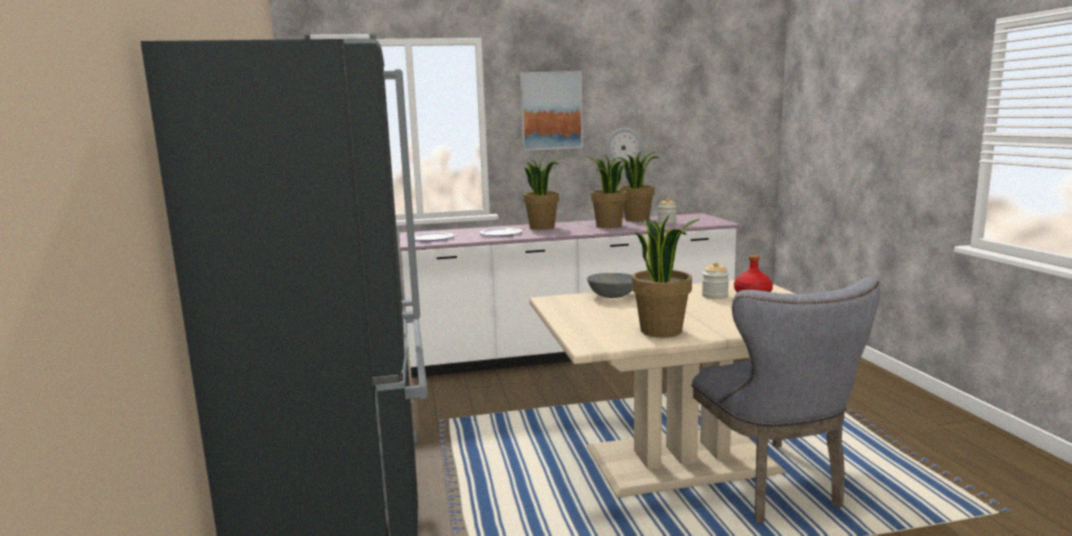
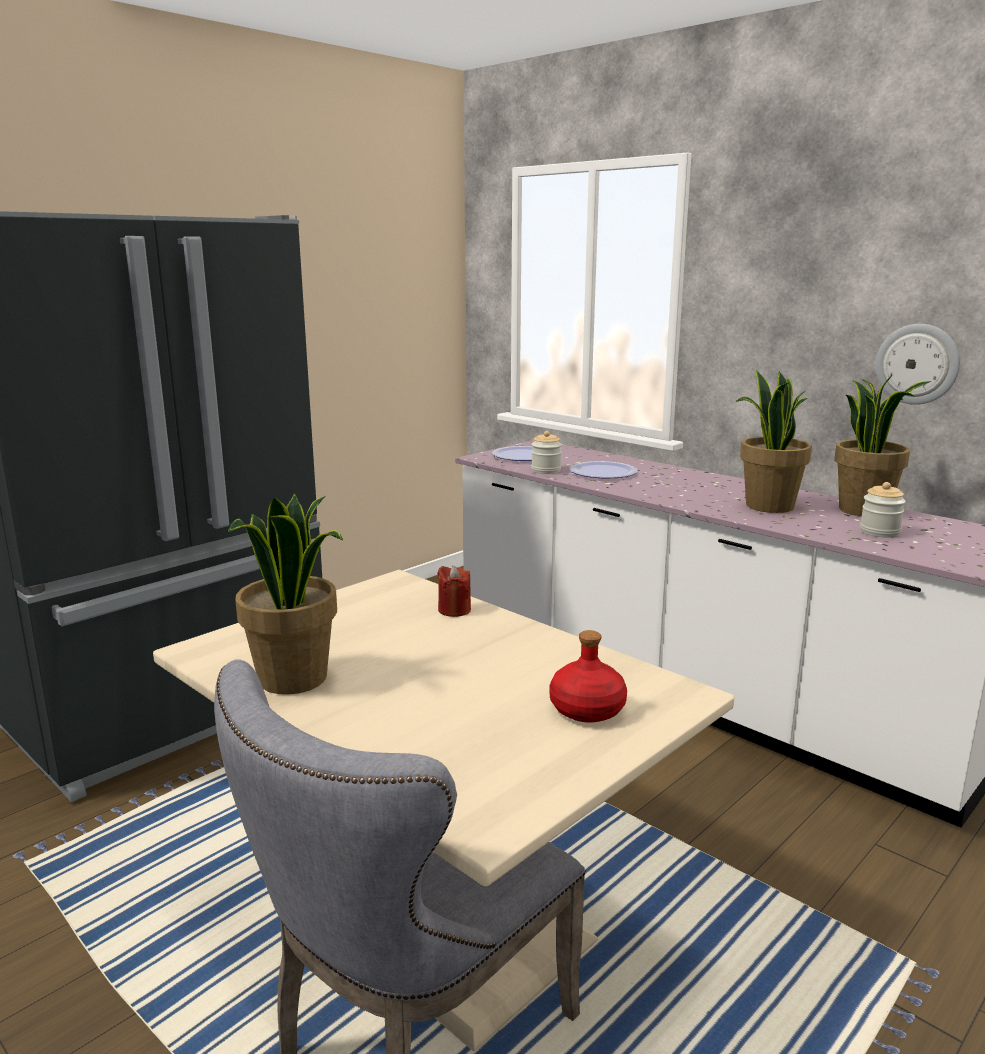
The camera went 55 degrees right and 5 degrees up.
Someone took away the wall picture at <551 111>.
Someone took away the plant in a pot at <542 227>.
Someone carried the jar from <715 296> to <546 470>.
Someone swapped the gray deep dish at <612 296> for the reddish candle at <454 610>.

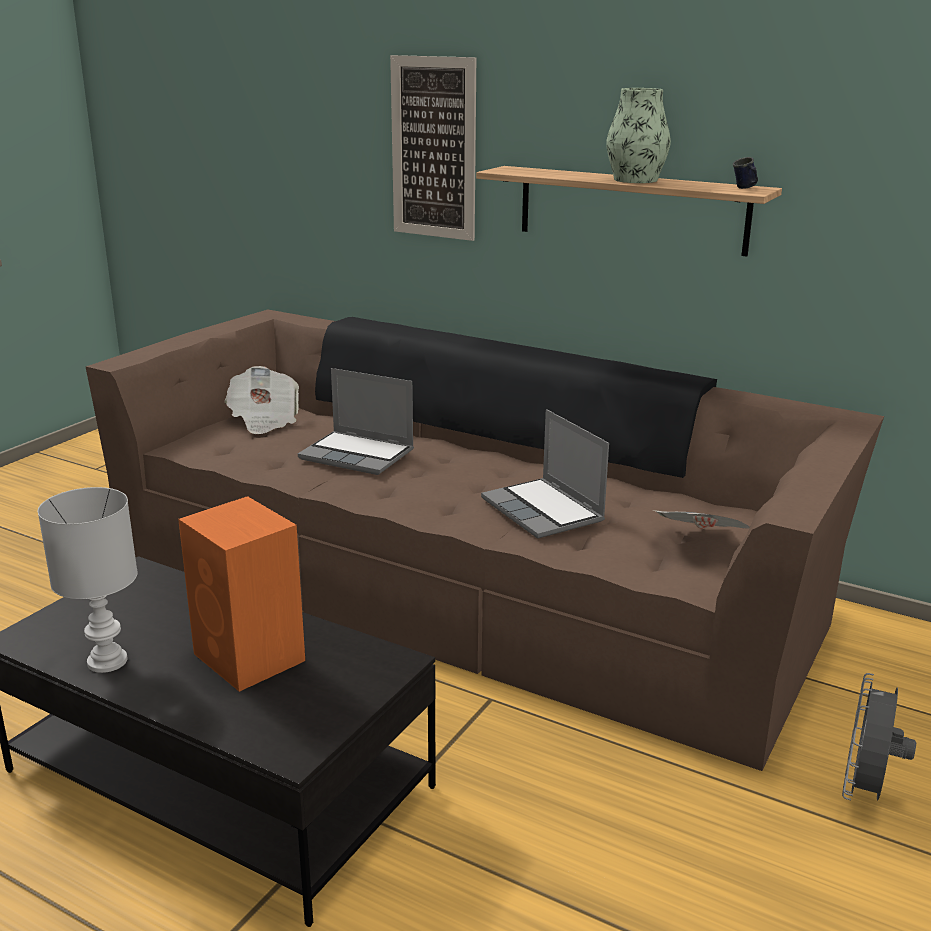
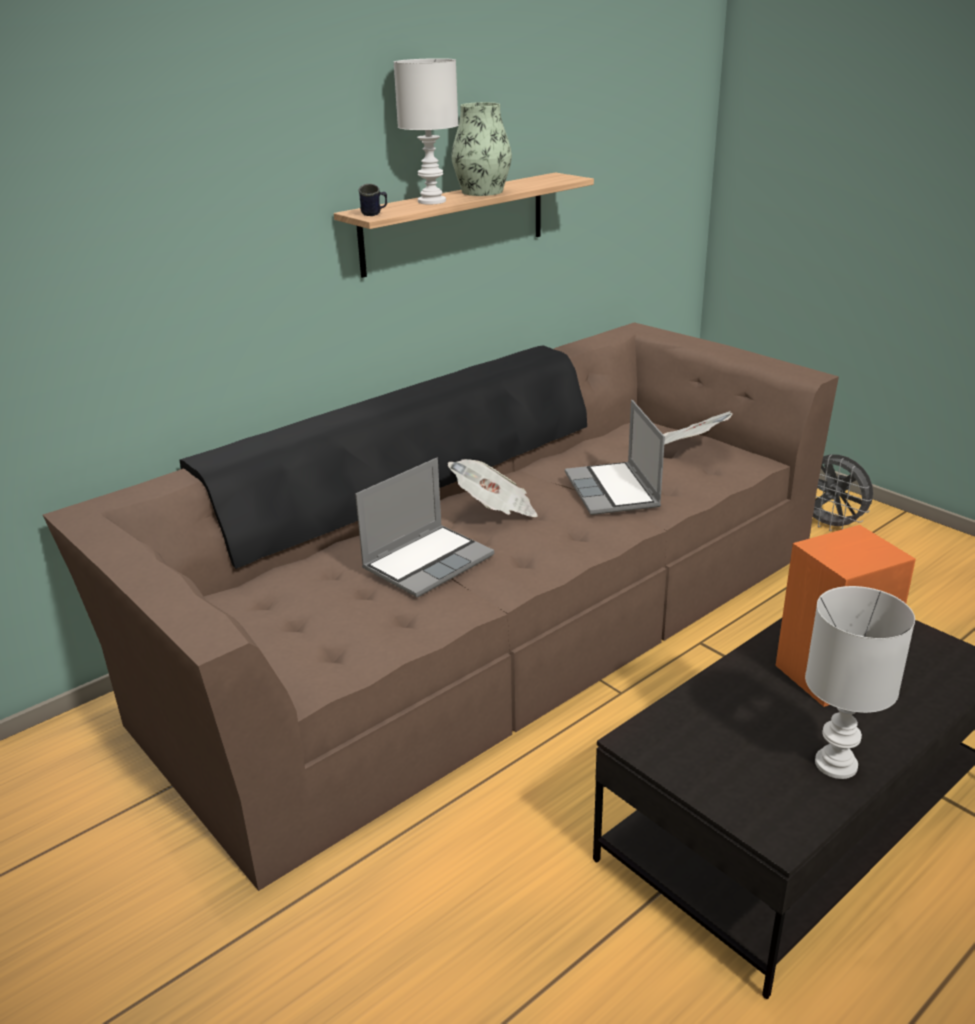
The camera went 70 degrees left and 5 degrees up.
Someone took away the wall picture at <433 148>.
Someone put down the white lamp for a table at <431 201>.
Someone carried the daily paper from <264 420> to <495 509>.
Someone carried the bluish mug from <745 188> to <374 215>.
Someone rotated the portable computer at <544 511> by 90 degrees clockwise.

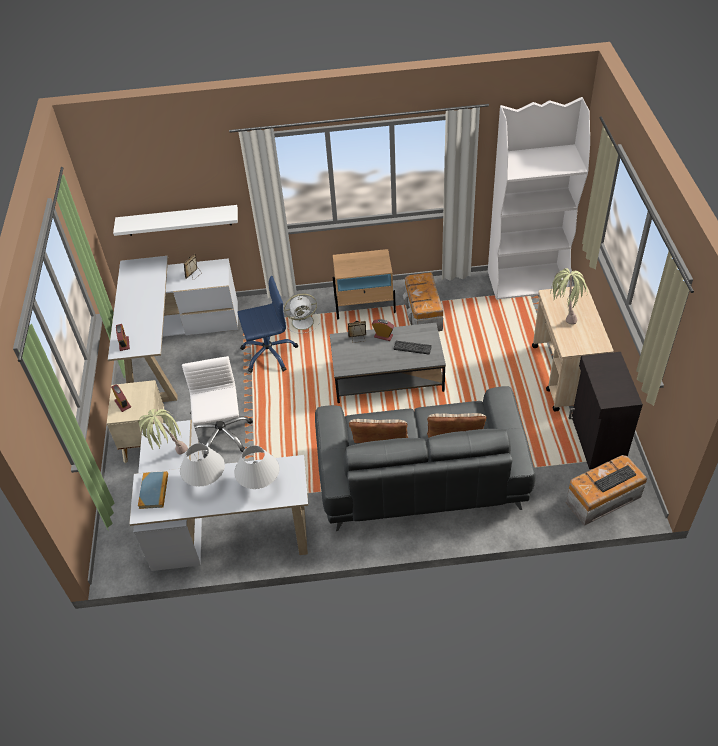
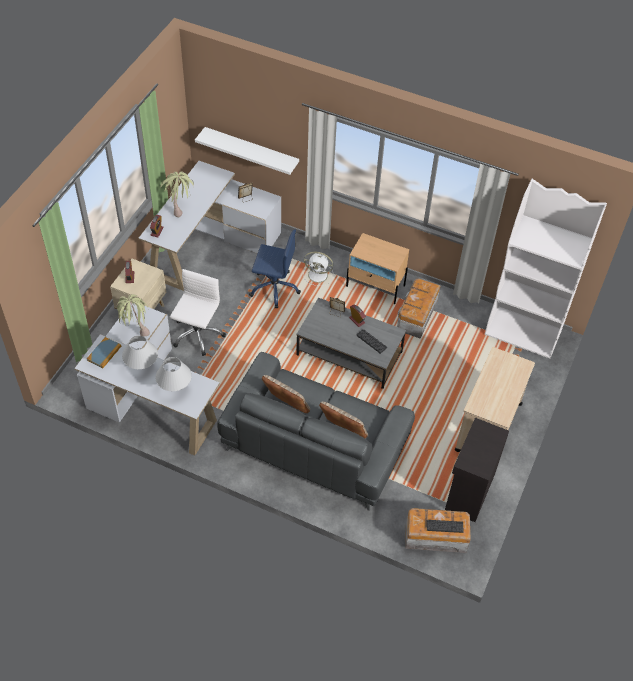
The camera went 25 degrees right and 5 degrees up.
Someone carried the plant in a pot from <563 314> to <180 207>.

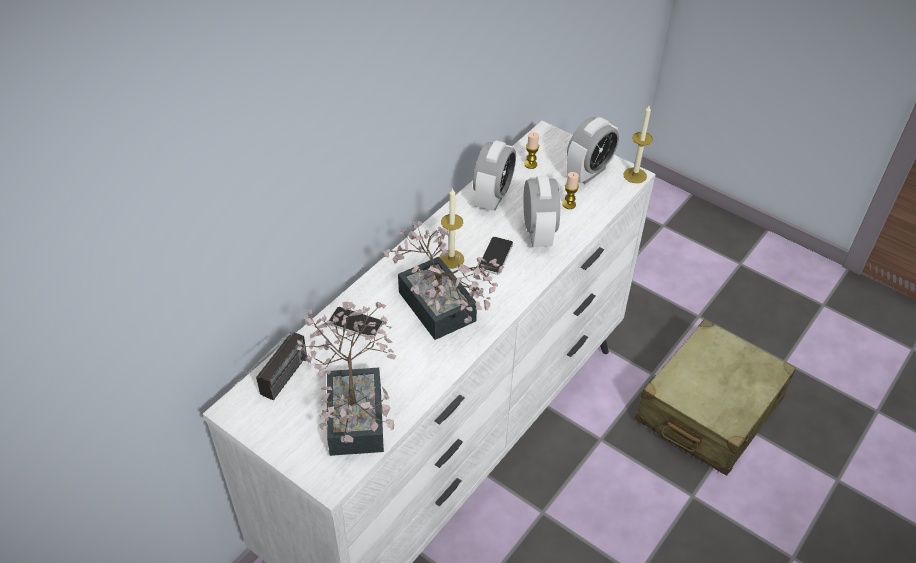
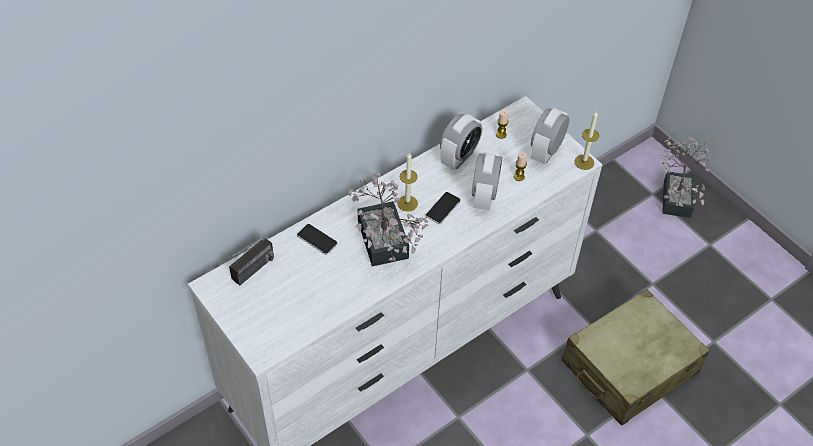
The camera went 15 degrees right and 5 degrees up.
Someone carried the plant in a pot from <356 410> to <677 194>.
Someone rotated the alarm clock at <588 172> by 150 degrees clockwise.

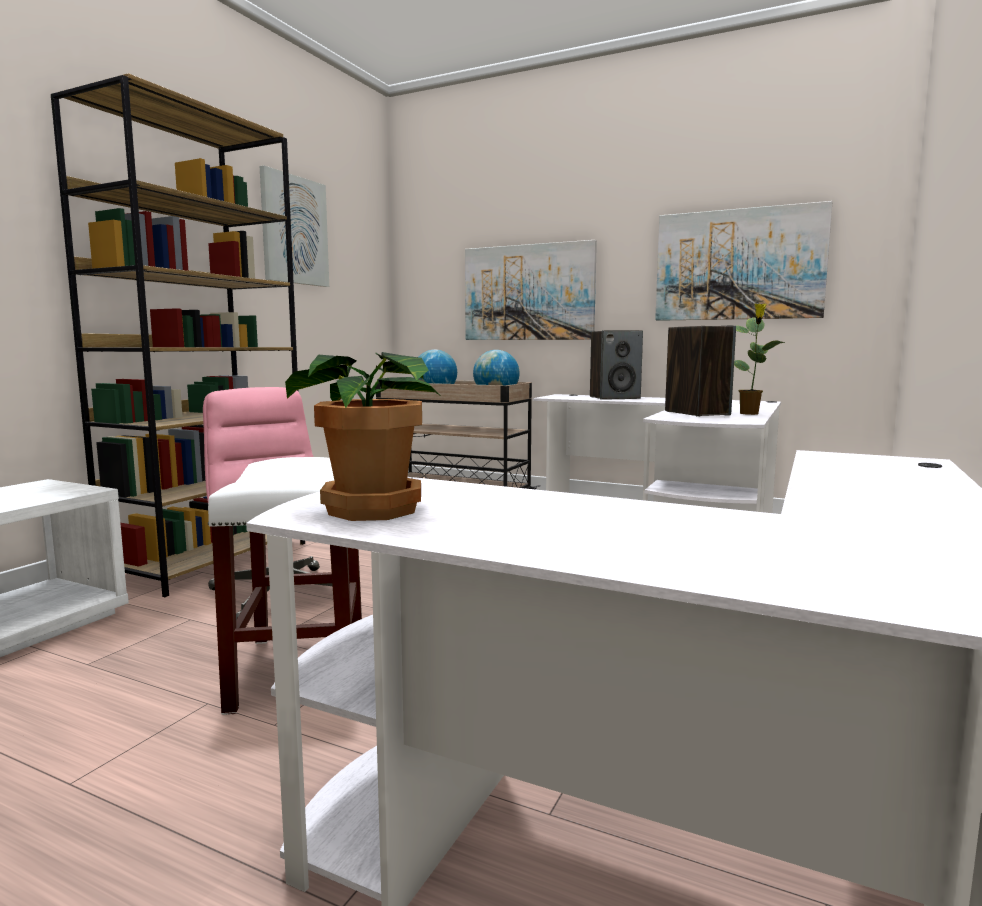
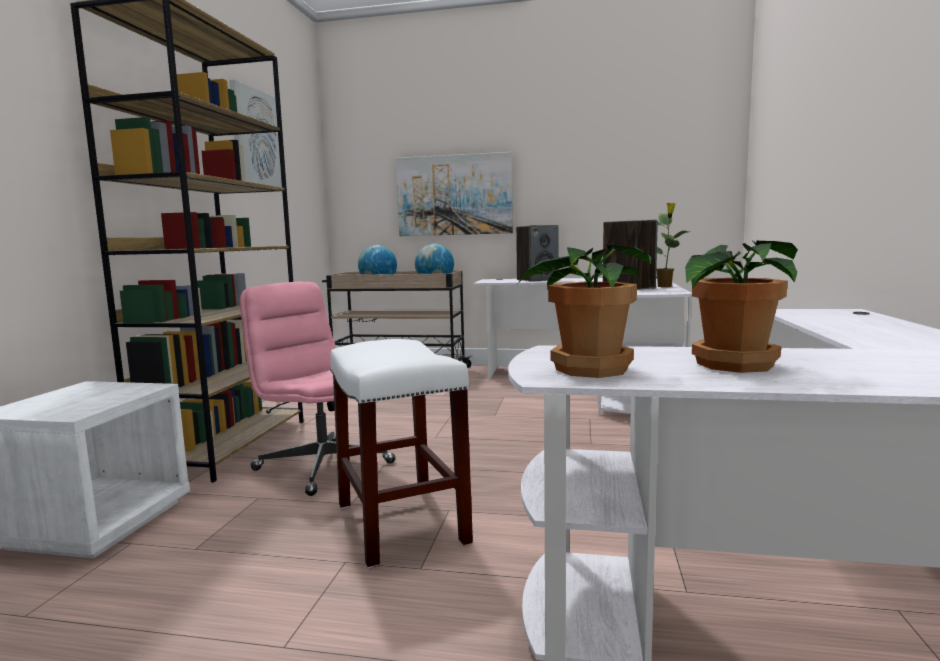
The camera went 15 degrees left and 0 degrees up.
Someone took away the wall picture at <738 265>.
Someone put down the plant in a pot at <731 364>.

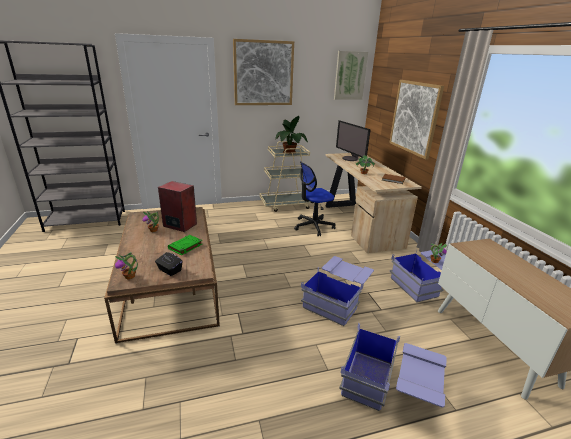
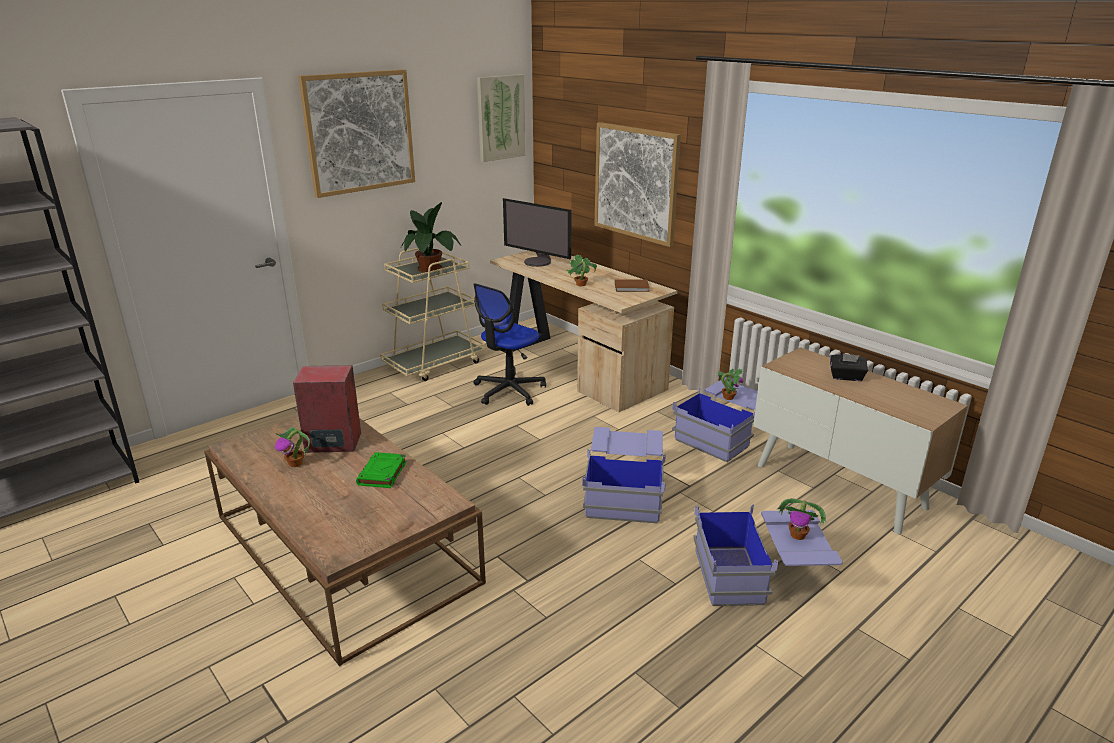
The camera went 25 degrees left and 0 degrees up.
Someone carried the plant in a pot from <130 276> to <798 535>.
Someone carried the black tissue box from <169 270> to <846 377>.

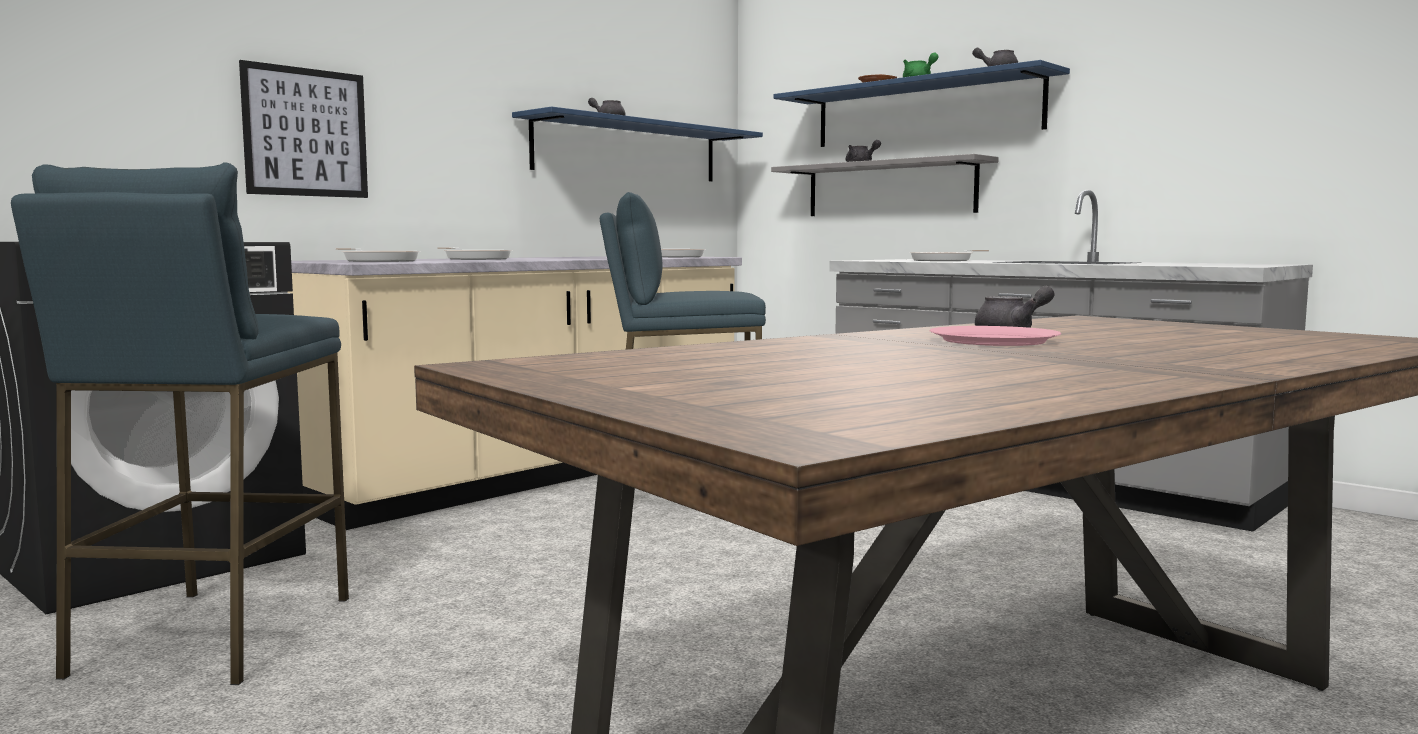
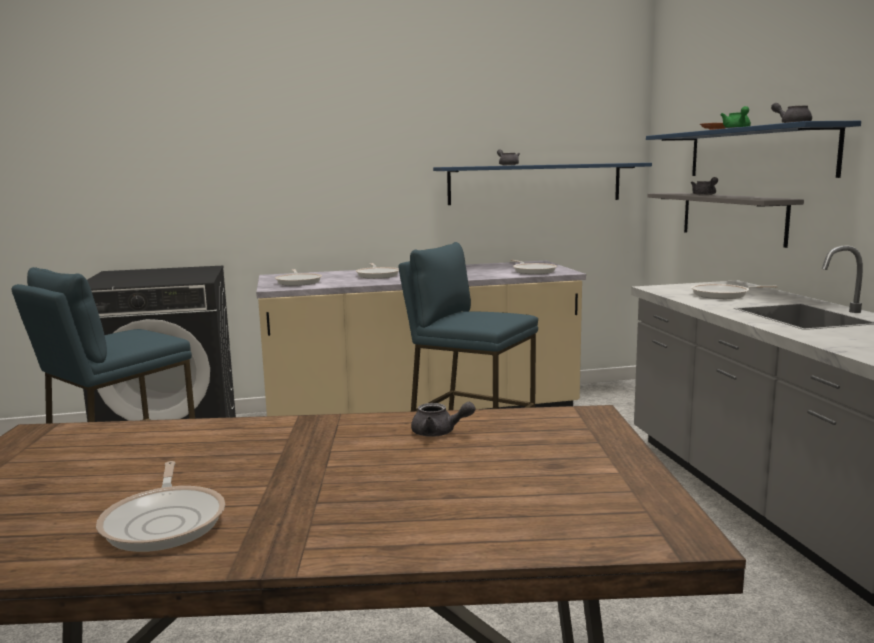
The camera went 35 degrees right and 5 degrees up.
Someone took away the wall picture at <306 132>.
Someone took away the pink-coloured plate at <994 340>.
Someone put down the frying pan at <166 522>.

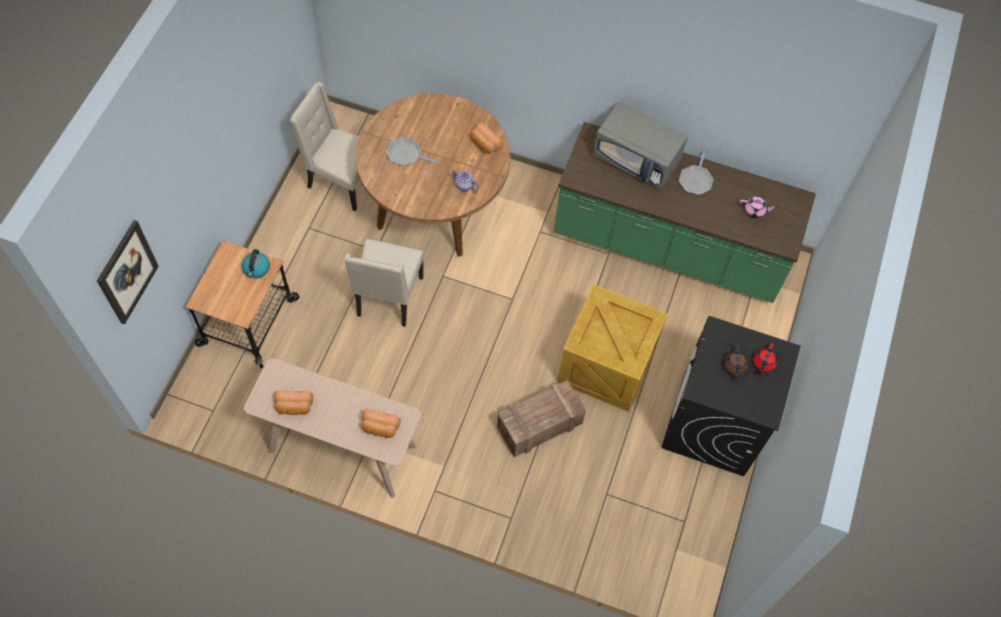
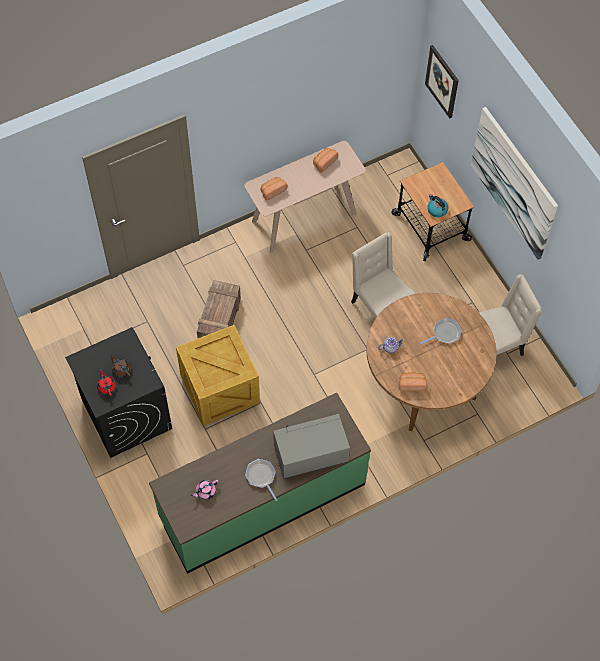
The camera went 135 degrees right and 0 degrees up.
Someone put up the wall picture at <513 183>.

